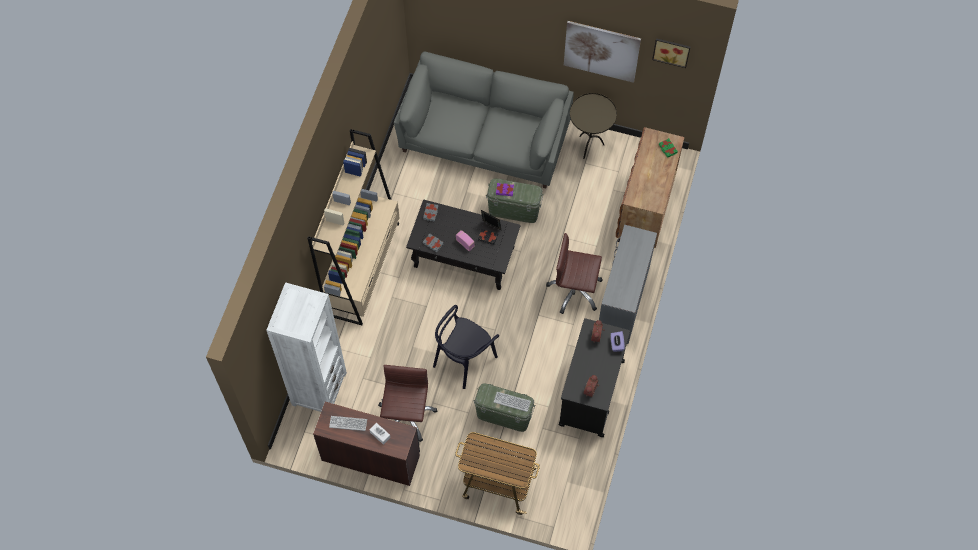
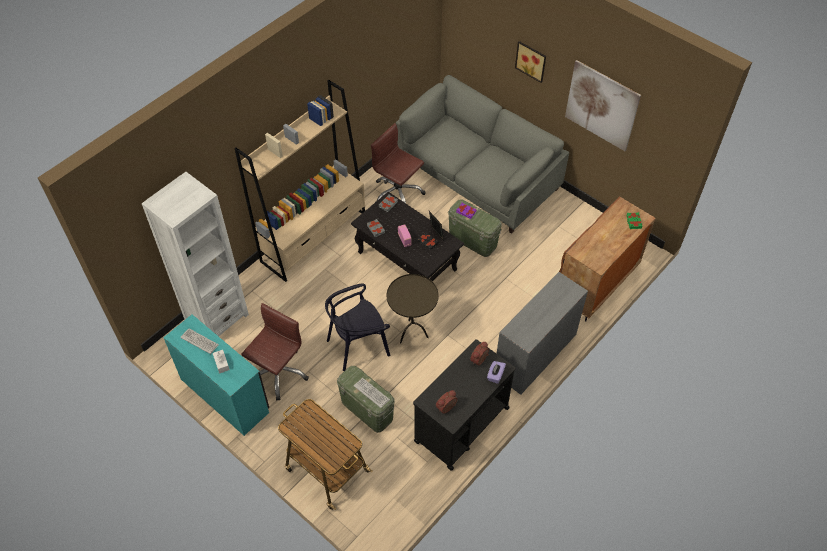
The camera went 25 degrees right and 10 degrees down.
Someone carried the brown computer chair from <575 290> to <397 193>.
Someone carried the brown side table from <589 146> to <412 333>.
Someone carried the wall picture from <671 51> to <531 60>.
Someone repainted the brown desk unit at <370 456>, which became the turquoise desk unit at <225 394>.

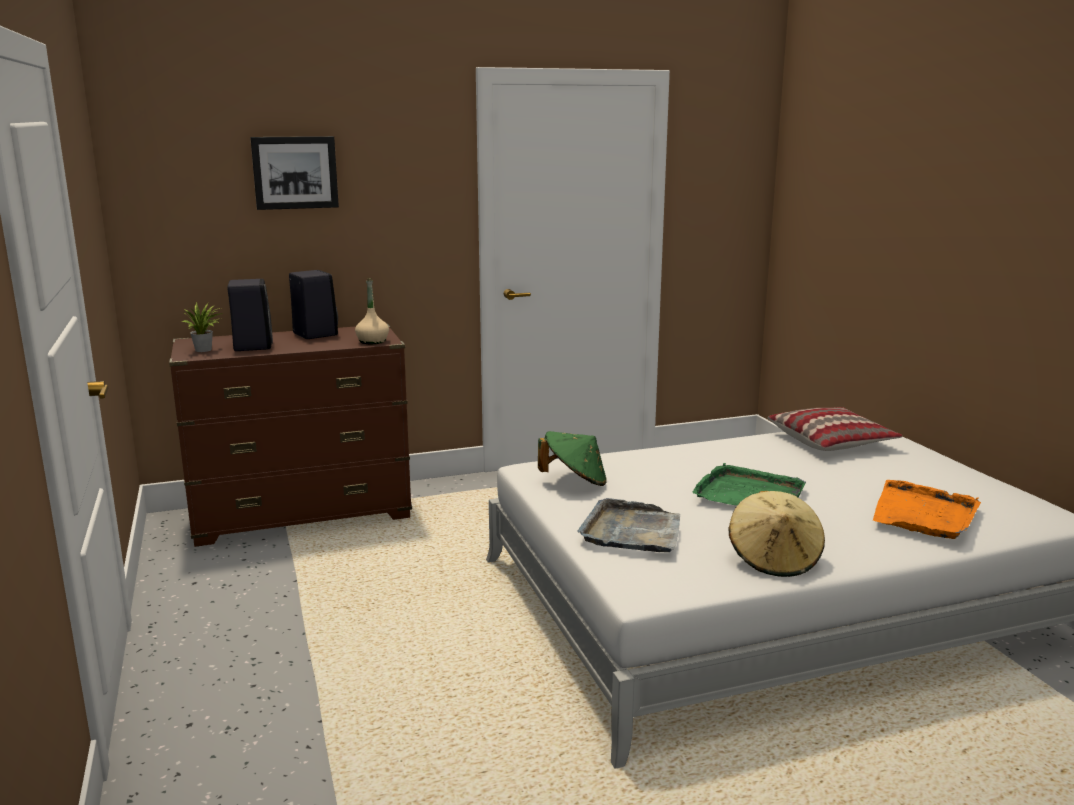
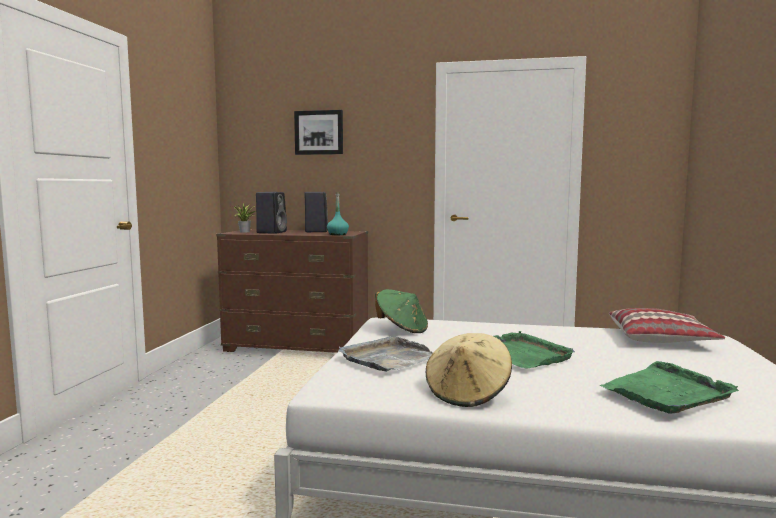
The camera went 30 degrees right and 10 degrees down.
Someone repainted the sand-coloured drink bottle at <372 341>, which became the turquoise drink bottle at <337 234>.
Someone repainted the orange-coloured tray at <923 514>, which became the green-coloured tray at <666 392>.

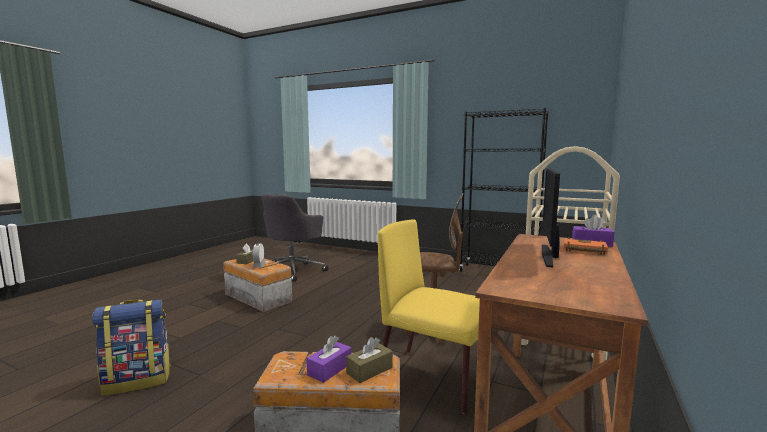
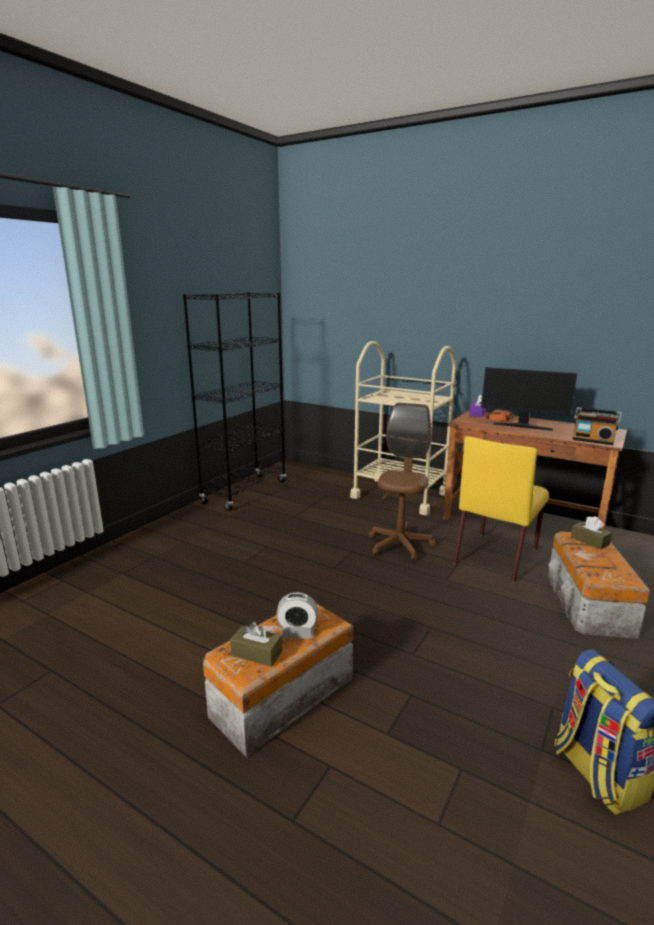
The camera went 85 degrees left and 10 degrees up.
Someone took away the gray computer chair at <293 271>.
Someone took away the purplish tissue box at <329 369>.
Someone put down the radio receiver at <593 440>.

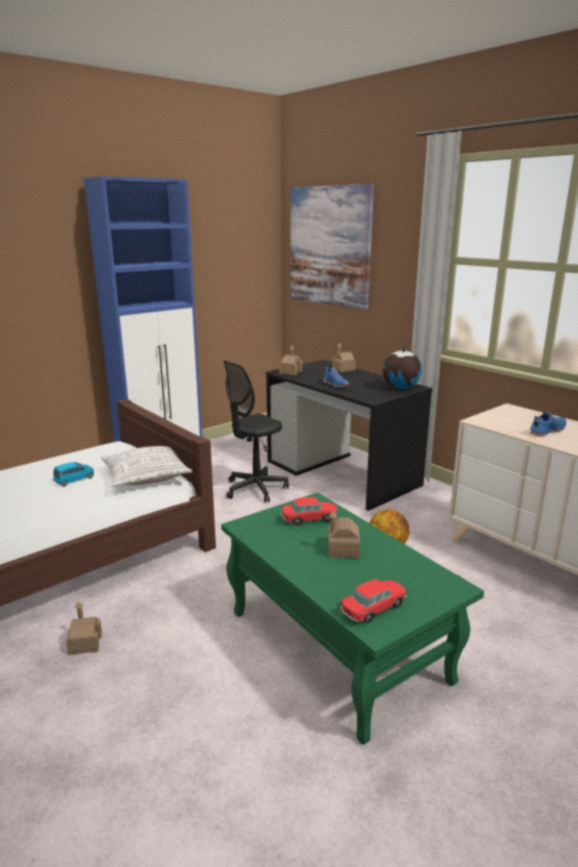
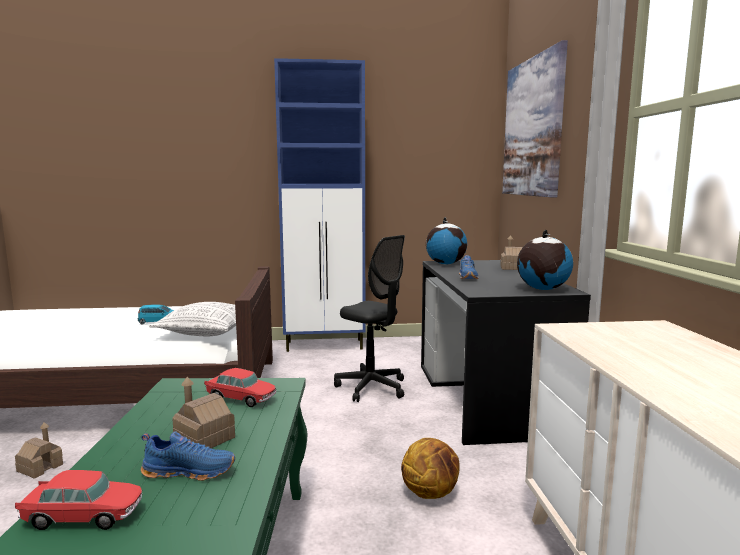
The camera went 35 degrees right and 10 degrees down.
Someone carried the bluish low shoe from <546 431> to <190 471>.
Someone swapped the model house at <290 372> for the world globe at <445 264>.
Someone rotated the black computer chair at <255 489> by 135 degrees counterclockwise.

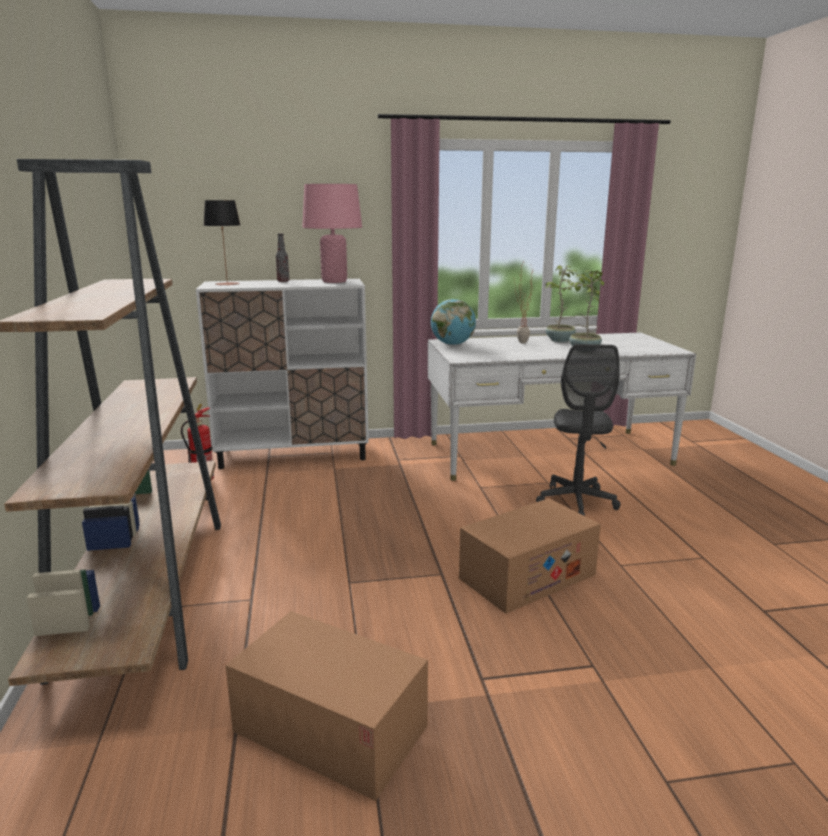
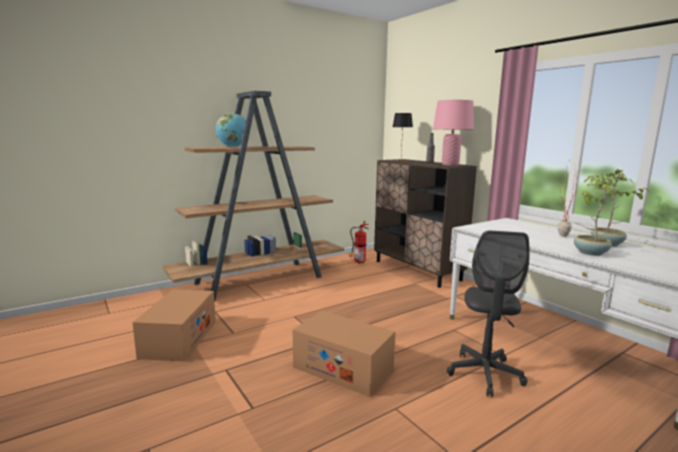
The camera went 65 degrees right and 5 degrees down.
Someone carried the world globe from <452 344> to <233 147>.
Someone repainted the white cupboard at <294 454>, which became the brown cupboard at <417 270>.
Someone rotated the gray computer chair at <576 502> by 60 degrees counterclockwise.

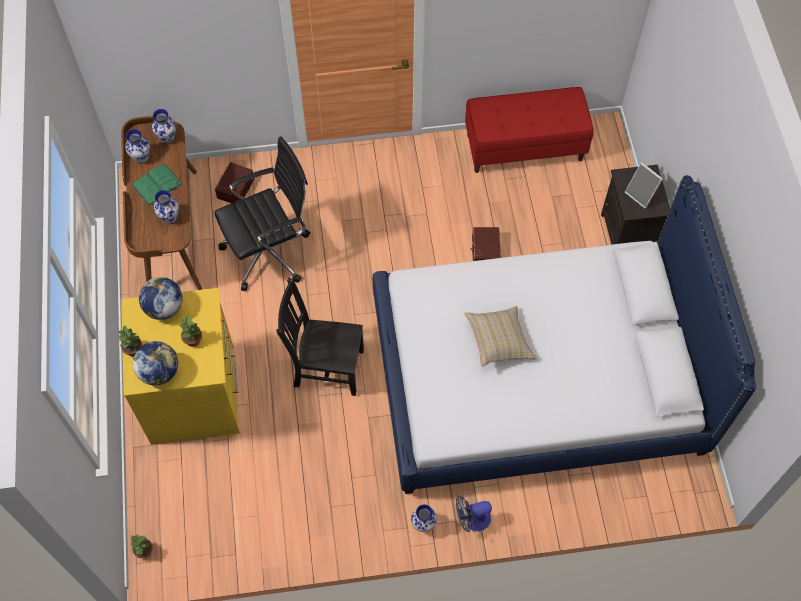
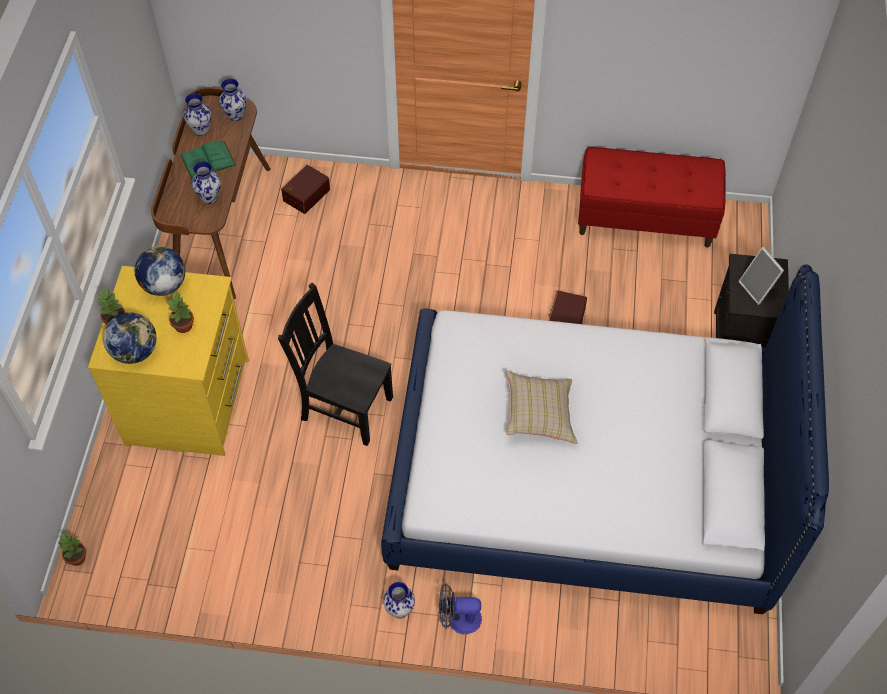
The camera went 15 degrees right and 5 degrees down.
Someone took away the black computer chair at <270 252>.

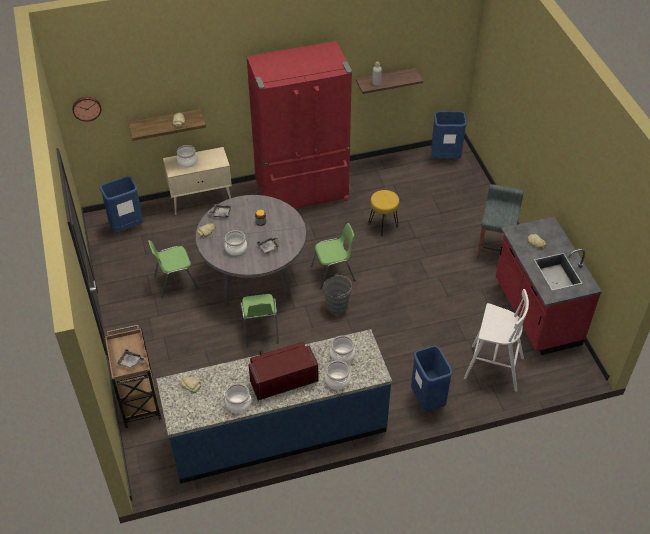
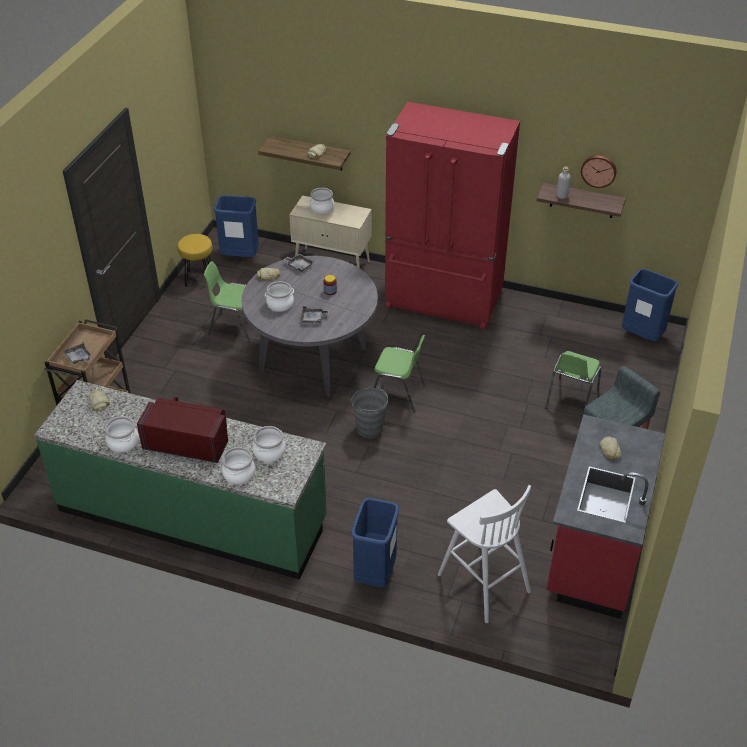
The camera went 35 degrees right and 5 degrees down.
Someone carried the wall clock from <86 108> to <598 170>.
Someone carried the green-coloured chair from <260 330> to <570 399>.
Someone carried the yellow sitting stool from <383 225> to <199 278>.
Someone repainted the bluish counter at <277 431>, which became the green-coloured counter at <193 515>.

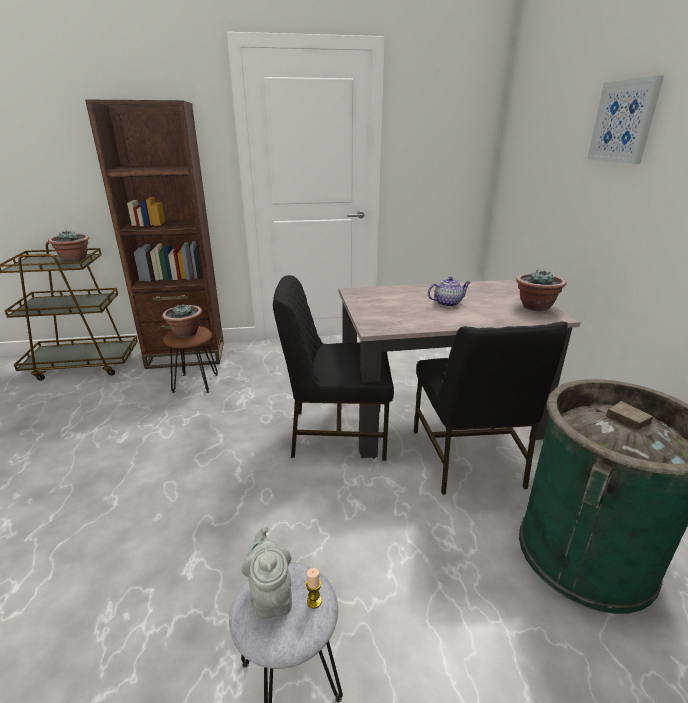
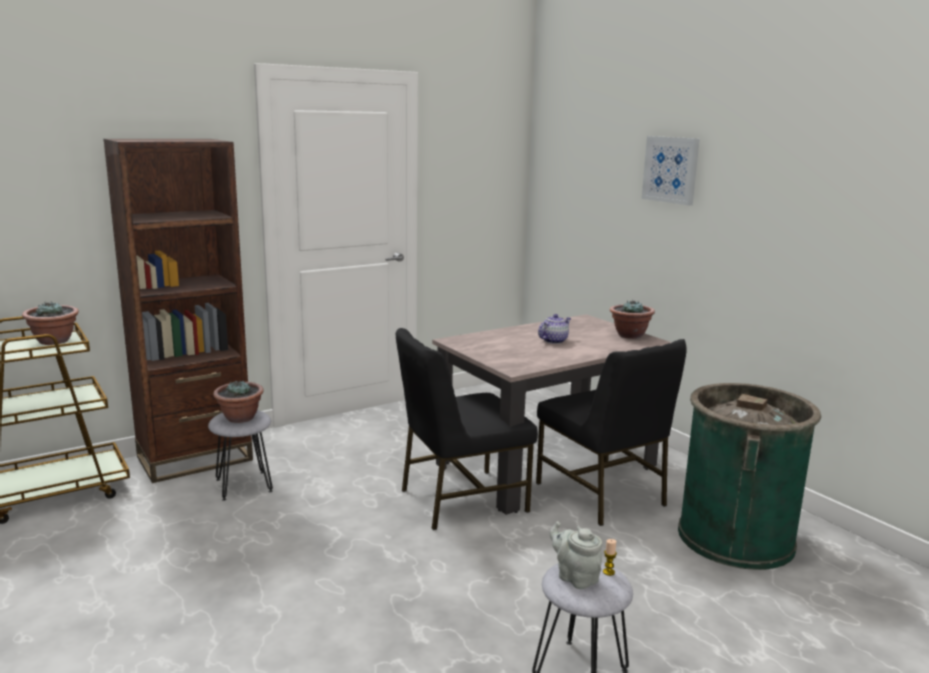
The camera went 25 degrees left and 10 degrees down.
Someone repainted the brown sitting stool at <195 383>, which became the gray sitting stool at <244 485>.

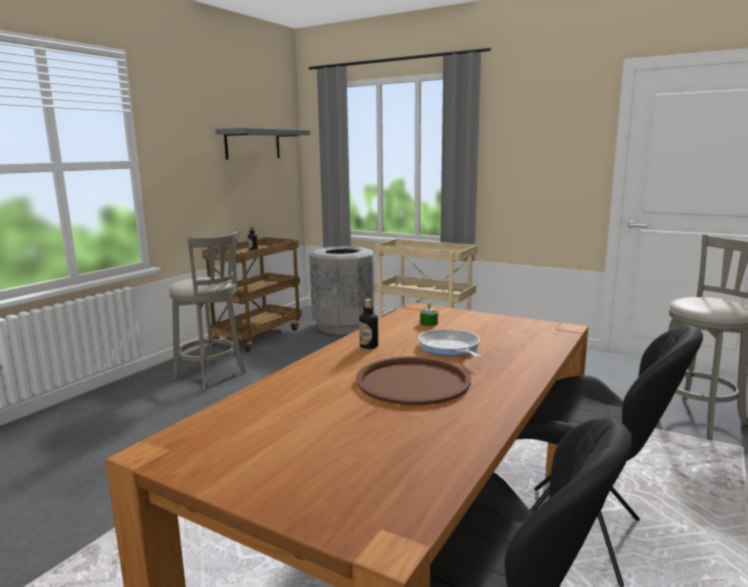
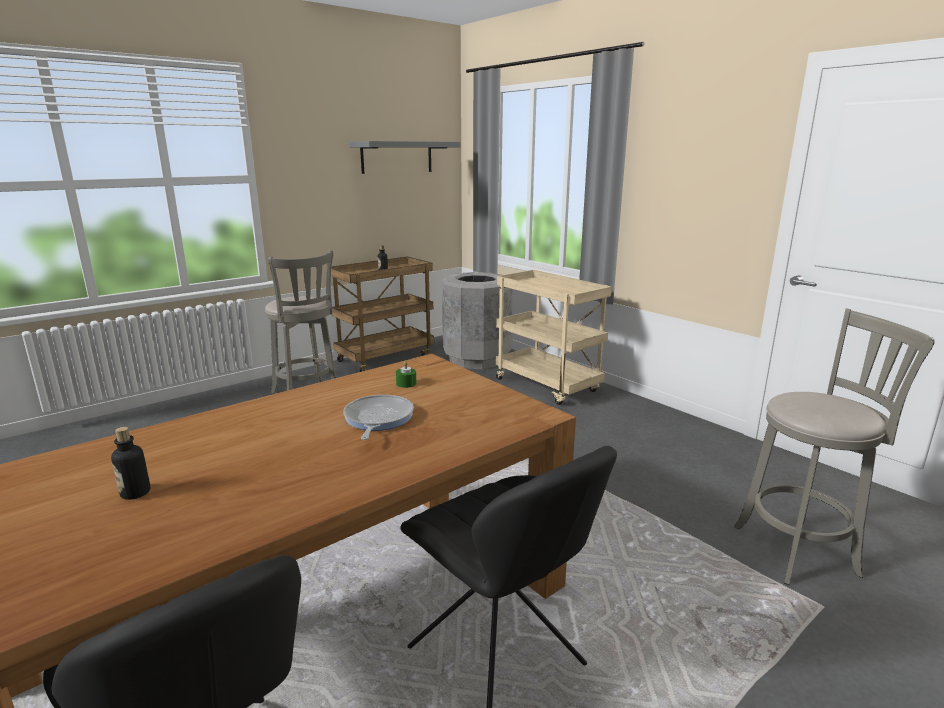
The camera went 20 degrees right and 5 degrees up.
Someone took away the brown tray at <413 381>.
Someone carried the drink bottle from <369 346> to <135 493>.

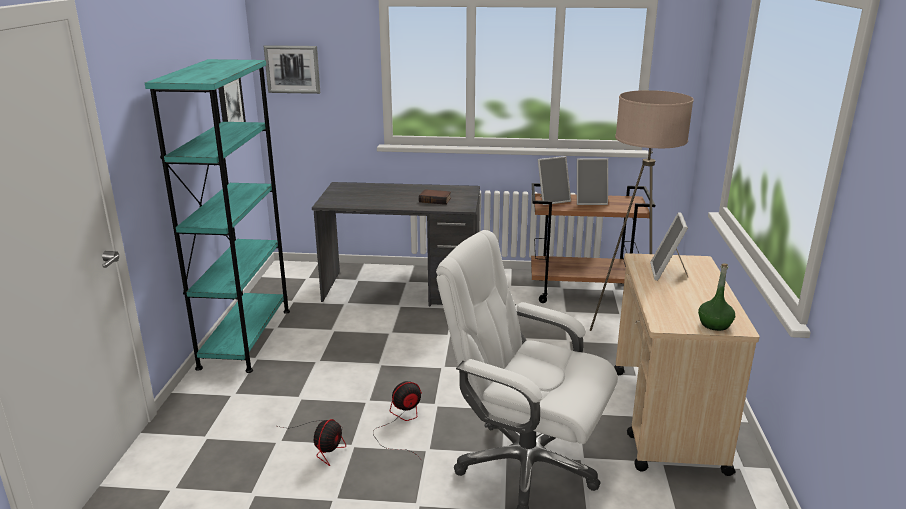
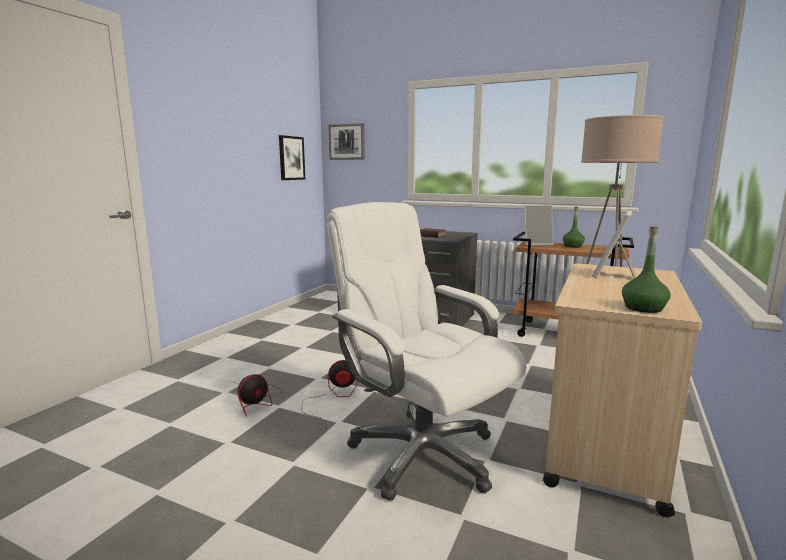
The camera went 20 degrees right and 10 degrees down.
Someone took away the turquoise bookshelf at <246 338>.
Someone swapped the standing frame at <590 201> for the green-coloured drink bottle at <573 246>.

